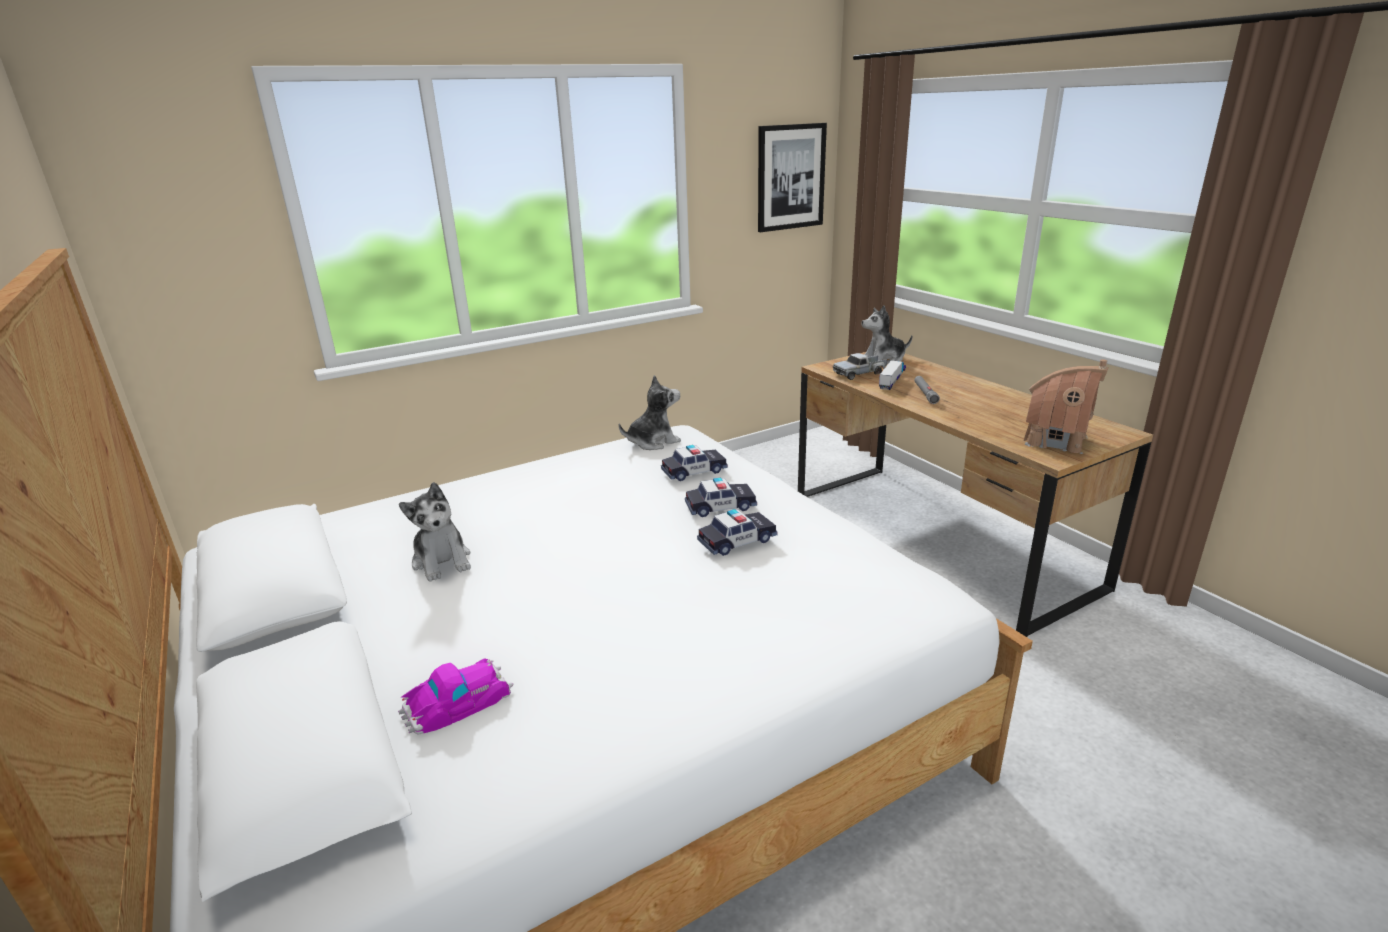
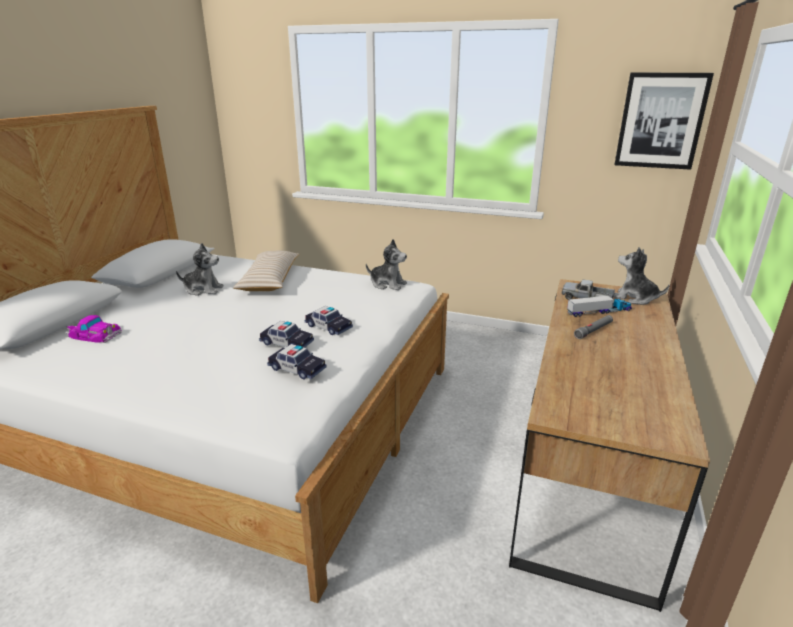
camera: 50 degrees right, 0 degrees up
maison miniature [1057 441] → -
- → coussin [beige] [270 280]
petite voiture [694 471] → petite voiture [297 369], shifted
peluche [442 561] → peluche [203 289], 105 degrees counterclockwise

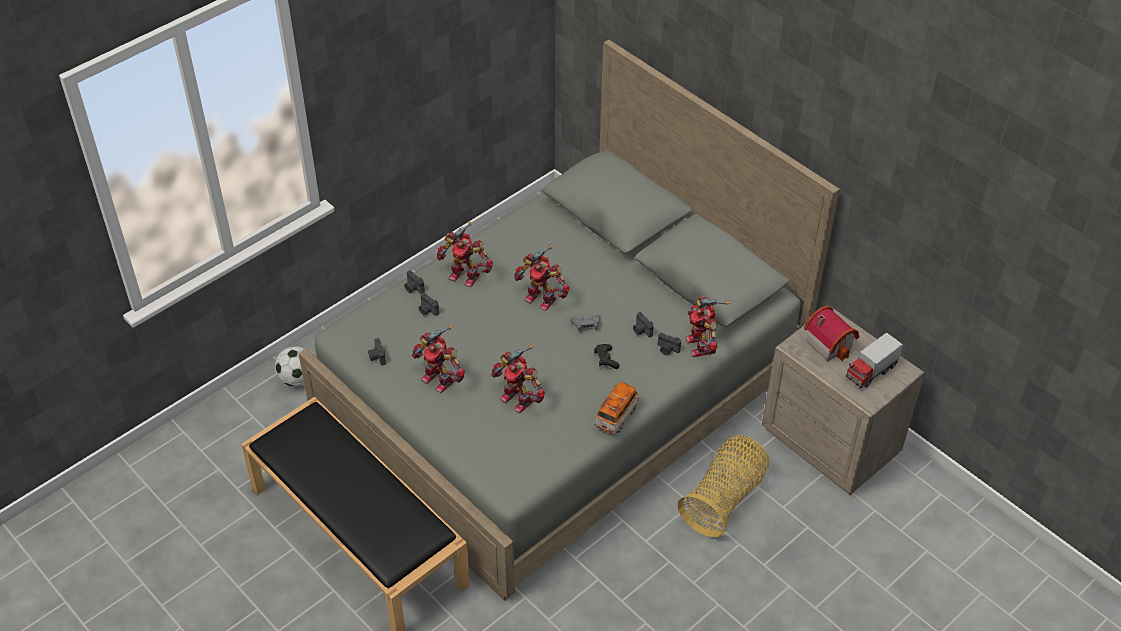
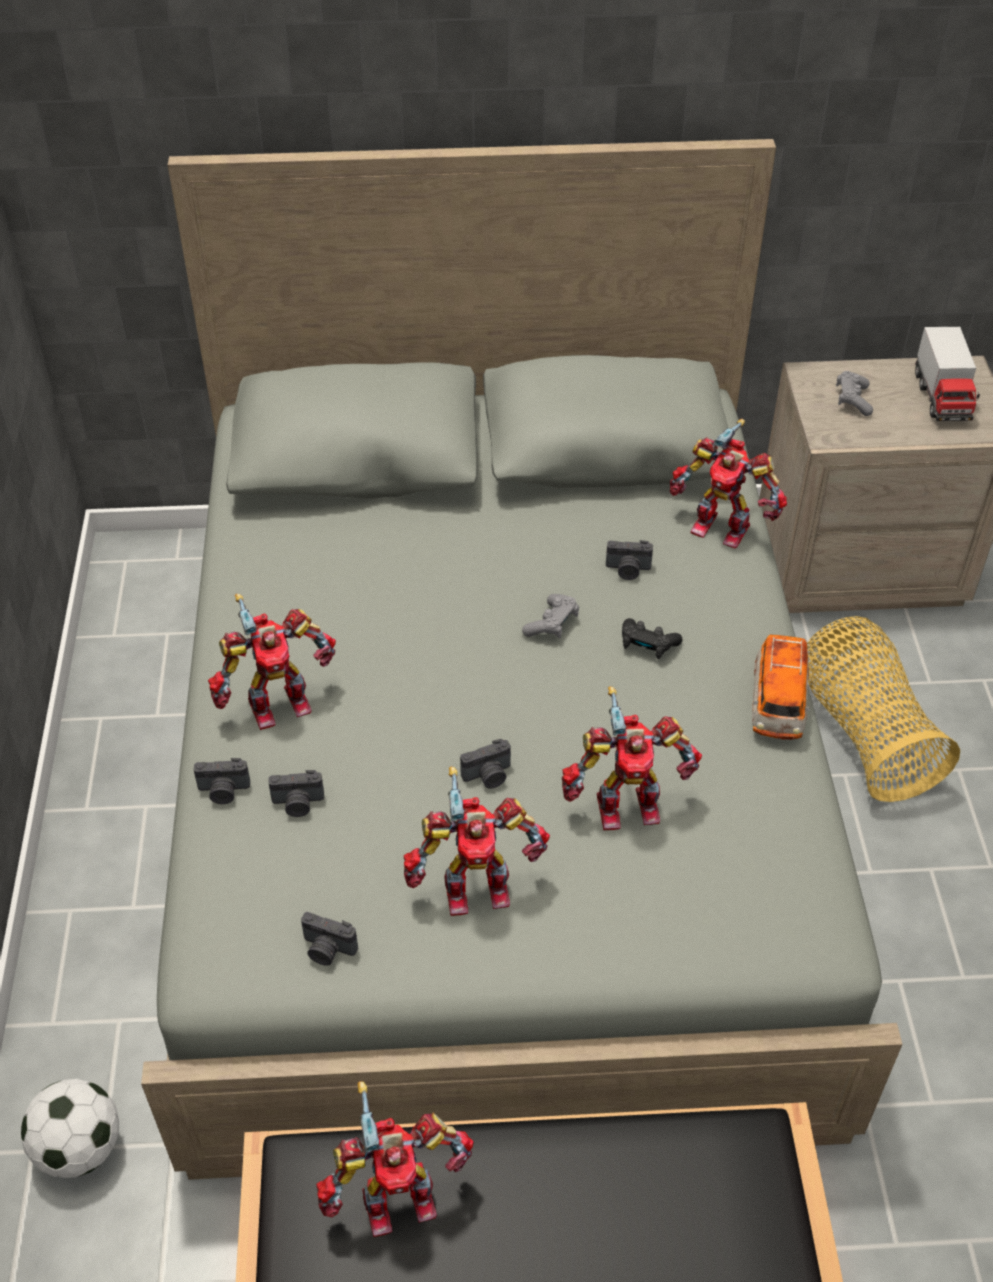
camera: 50 degrees left, 0 degrees up
robot jouet [541 298] → robot jouet [397 1197], shifted
appareil photo [667 350] → appareil photo [488 776], shifted
maison miniature [830 342] → manette [gris] [852 400]
petite voiture [616 416] → petite voiture [777 704], 150 degrees counterclockwise

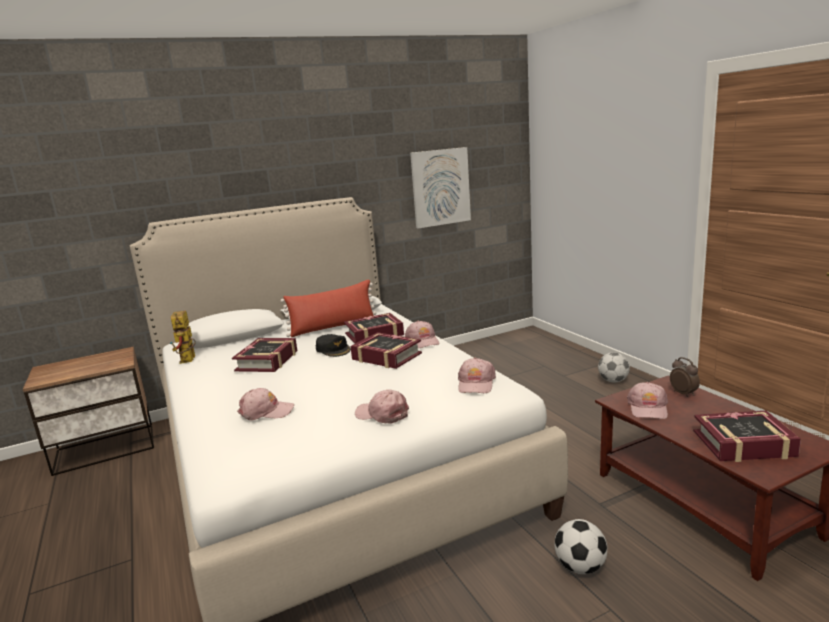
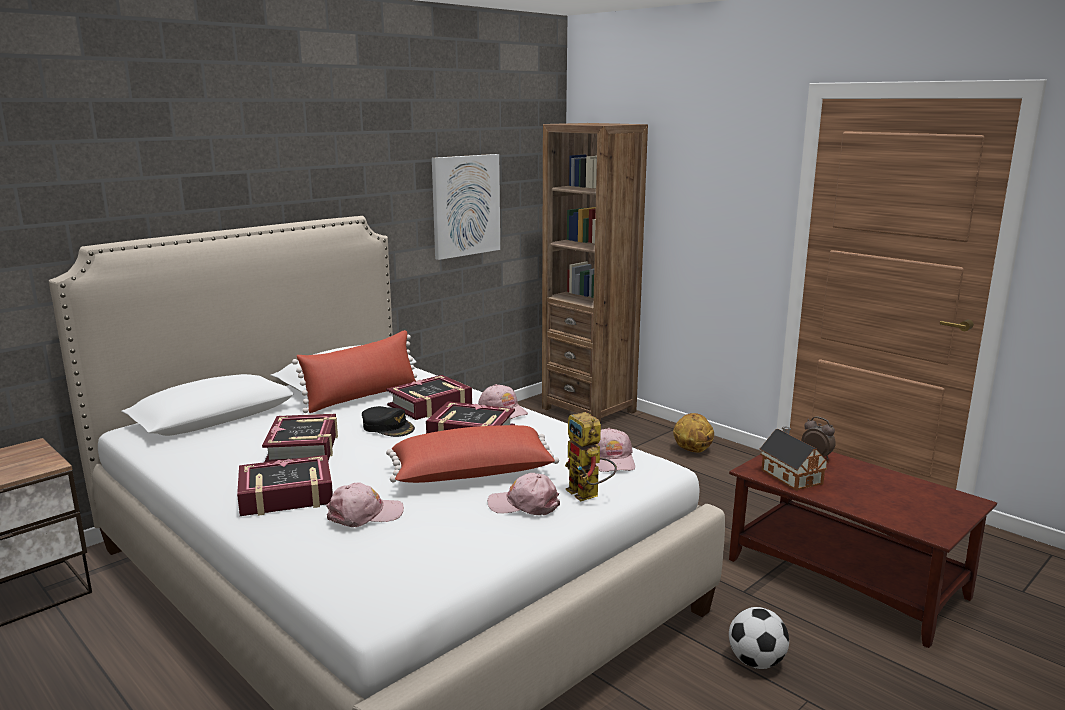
camera: 20 degrees left, 0 degrees up
- → coussin [rouge] [472 476]
- → bibliothèque [marron] [589 410]
robot jouet [188 361] → robot jouet [588 495], shifted
livre [743 444] → livre [286 495], shifted
ballon de foot [613 381] → ballon de basket [692 450]
casquette [rose] [648 408] → maison miniature [790 475]

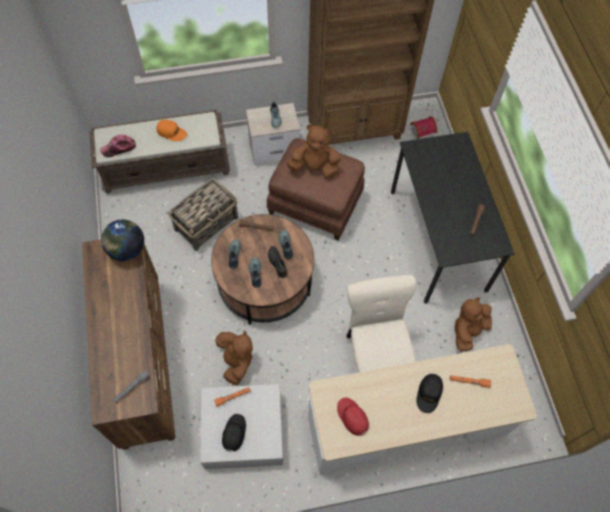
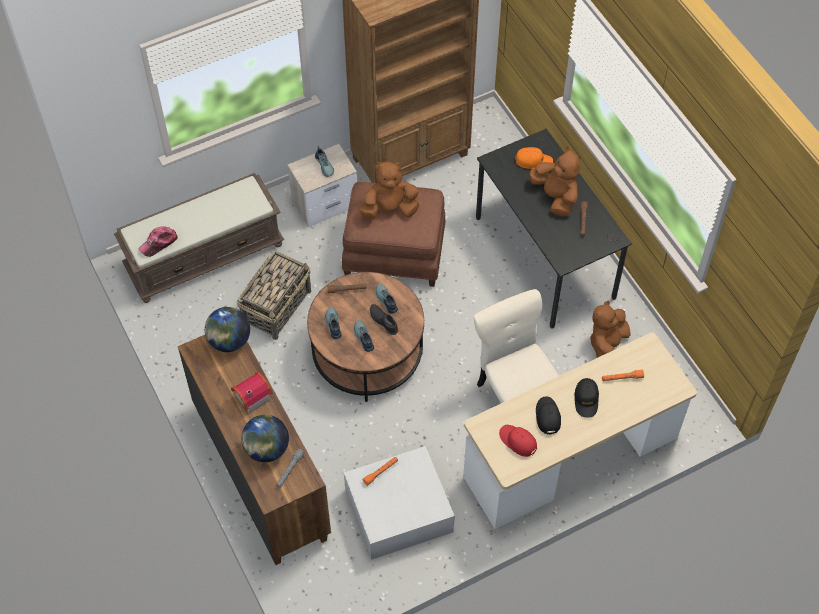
camera: 15 degrees left, 5 degrees down
- → globe [266 449]
casquette [orange] [171 132] → casquette [orange] [533 161], shifted
peluche [marron] [236 361] → peluche [marron] [555 197], shifted
casquette [noir] [234 433] → casquette [noir] [547 416], shifted
maison miniature [420 133] → maison miniature [250 396], shifted

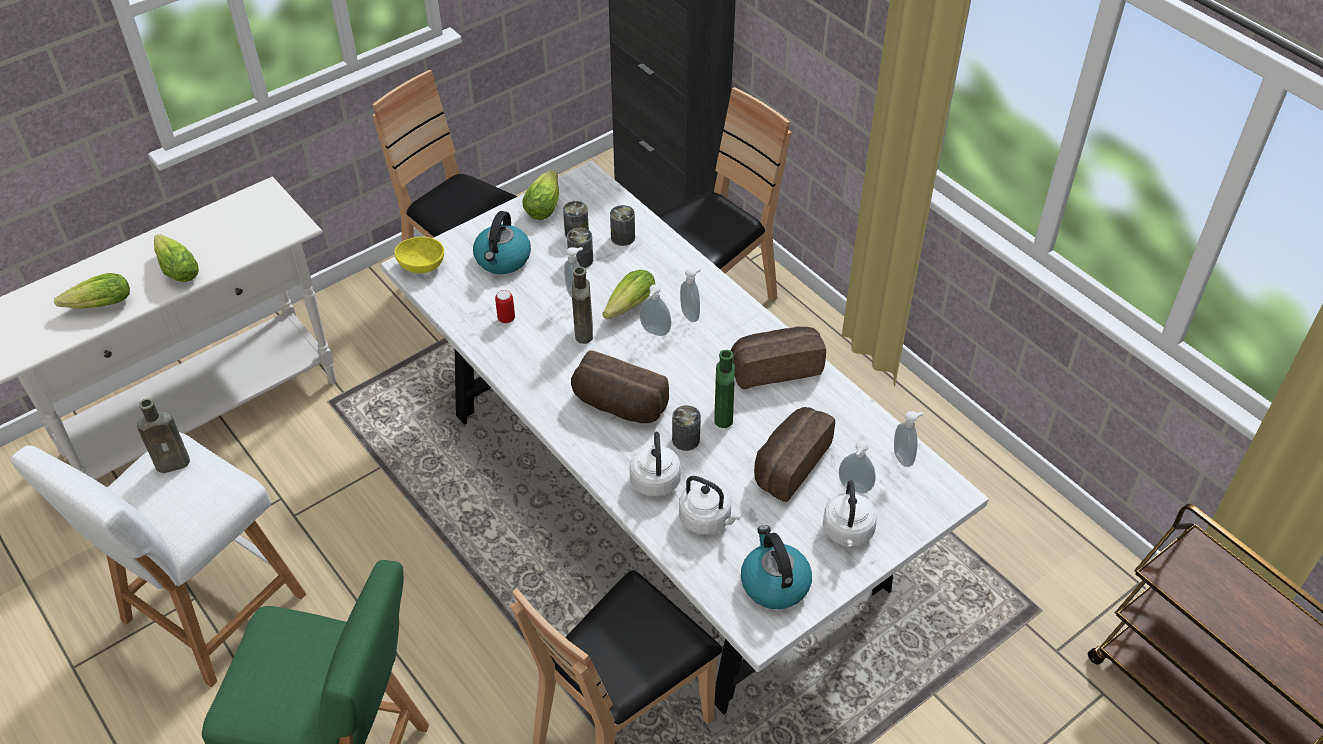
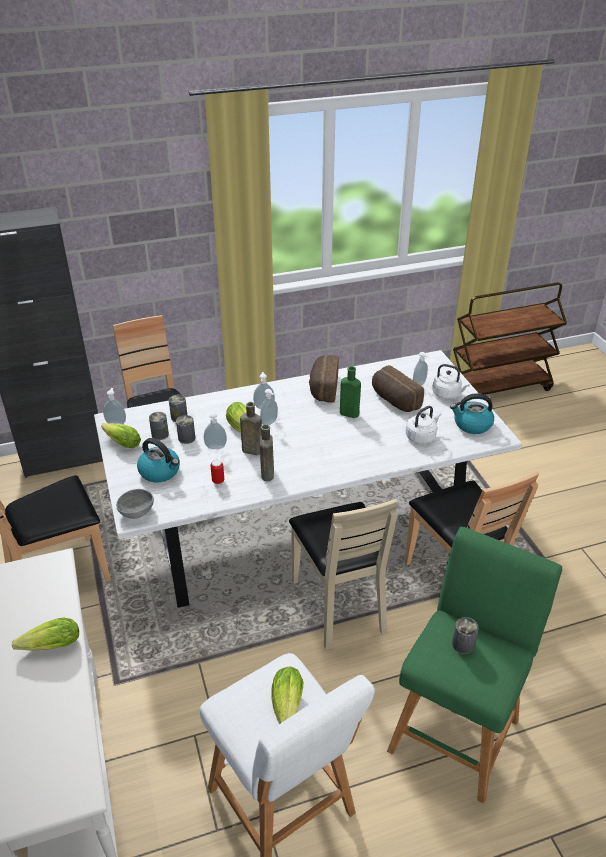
camera: 70 degrees left, 10 degrees down
pain [618 406] → -
bouilloire [blanc] [655 478] → -
- → chaise [beige] [339 604]
laitue [97 306] → laitue [286 708], shifted
bouteille [marron] [175 462] → bouteille [marron] [267 473], shifted
boîte métallique [686 439] → boîte métallique [463 645], shifted
distributeur de savon [904 457] → distributeur de savon [116 423], shifted
bol [jaune] [421 265] → bol [gris] [136 512]

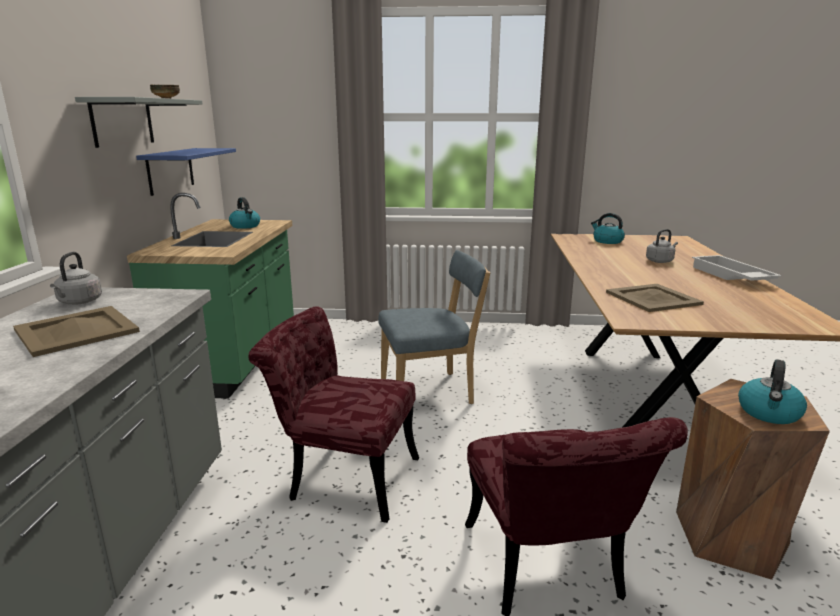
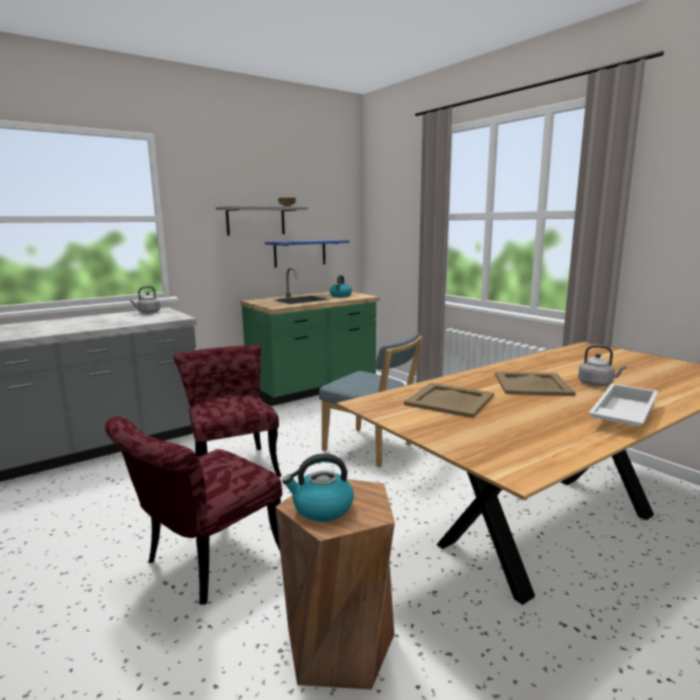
camera: 50 degrees right, 5 degrees down
bouilloire [607 241] → -
plateau [beige] [76 331] → plateau [beige] [531 384], shifted

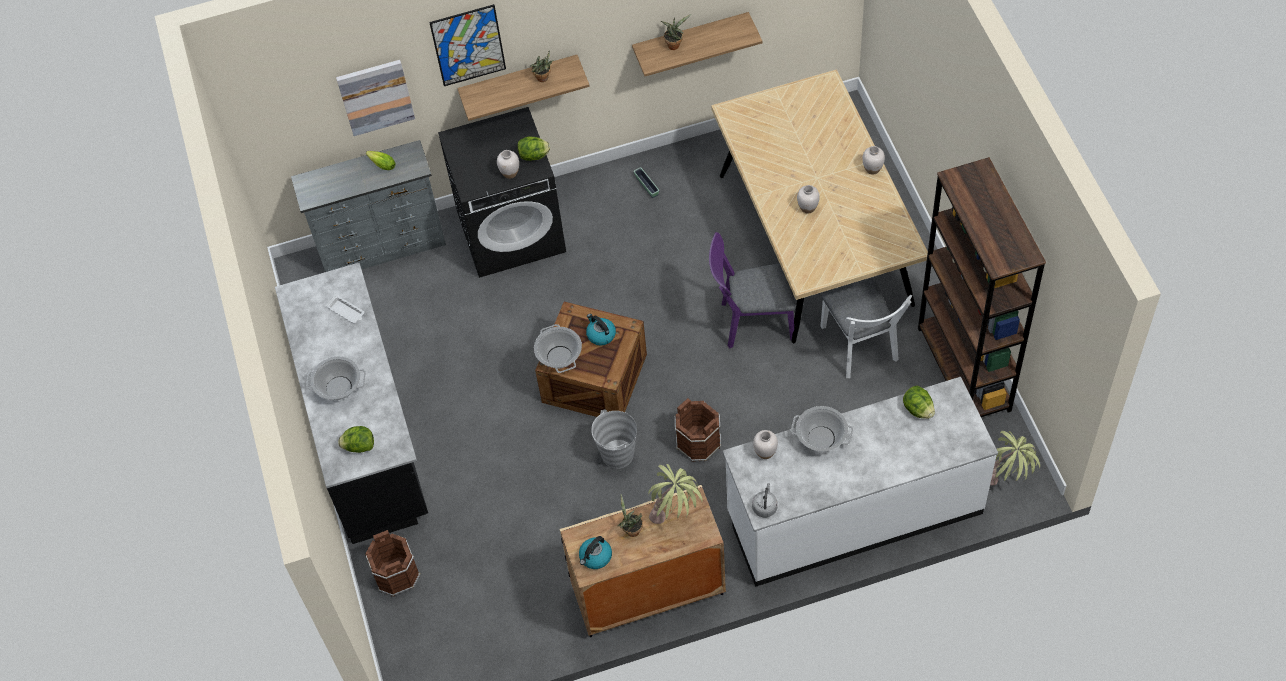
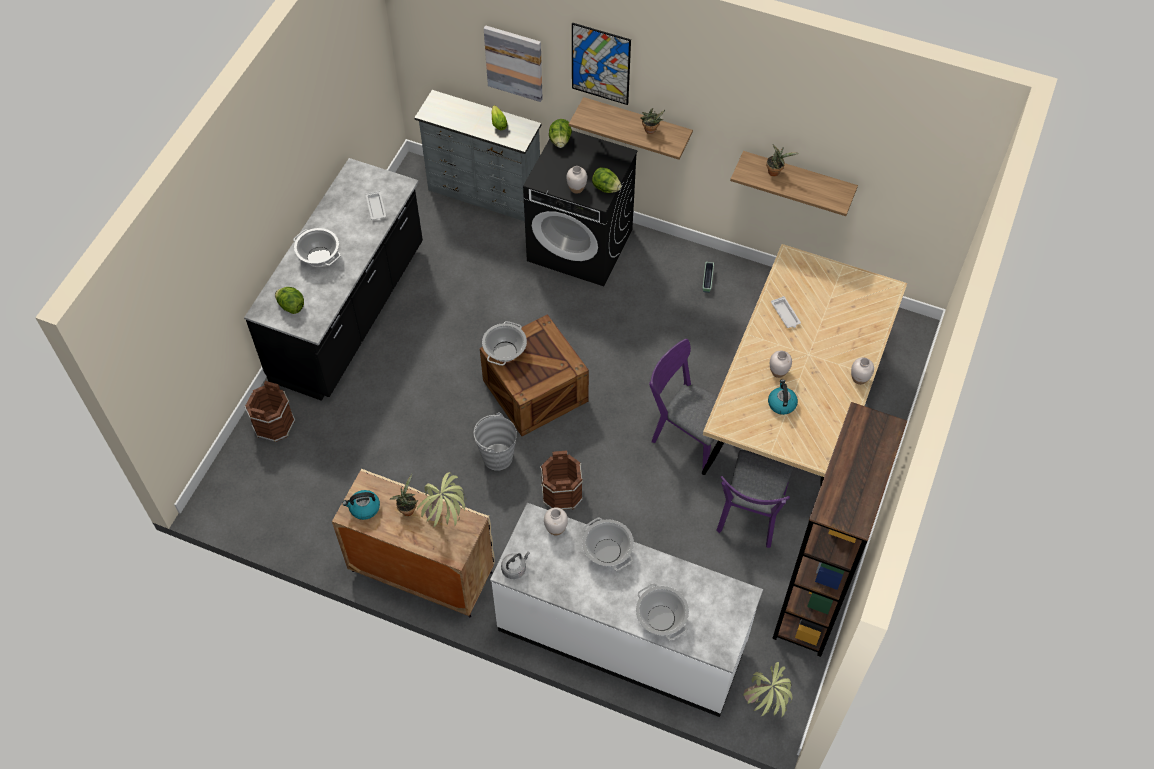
camera: 35 degrees right, 0 degrees up
- → marmite [661 618]
- → plateau [blanc] [785 314]
bouilloire [600 335] → bouilloire [781 403], shifted
laitue [918 409] → laitue [560 141], shifted
chaise [blanc] [861 348] → chaise [violet] [750 517]

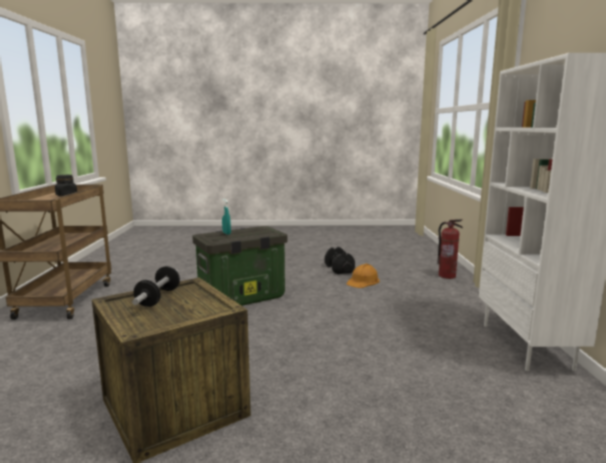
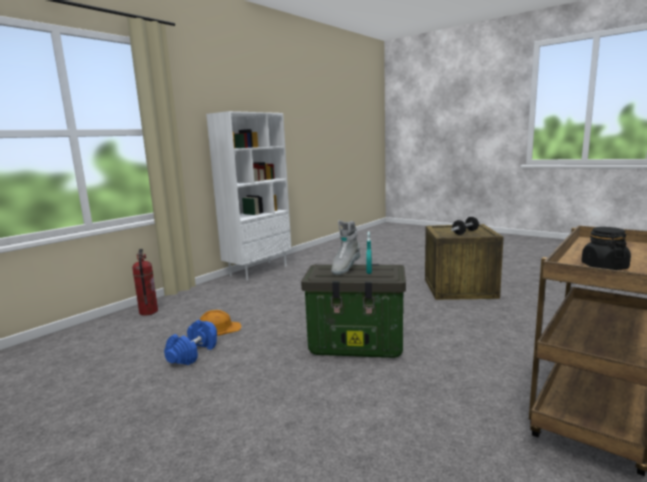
camera: 140 degrees left, 0 degrees up
- → botte [gris] [345 268]
haltère [noir] [339 269] → haltère [bleu] [193 353]

